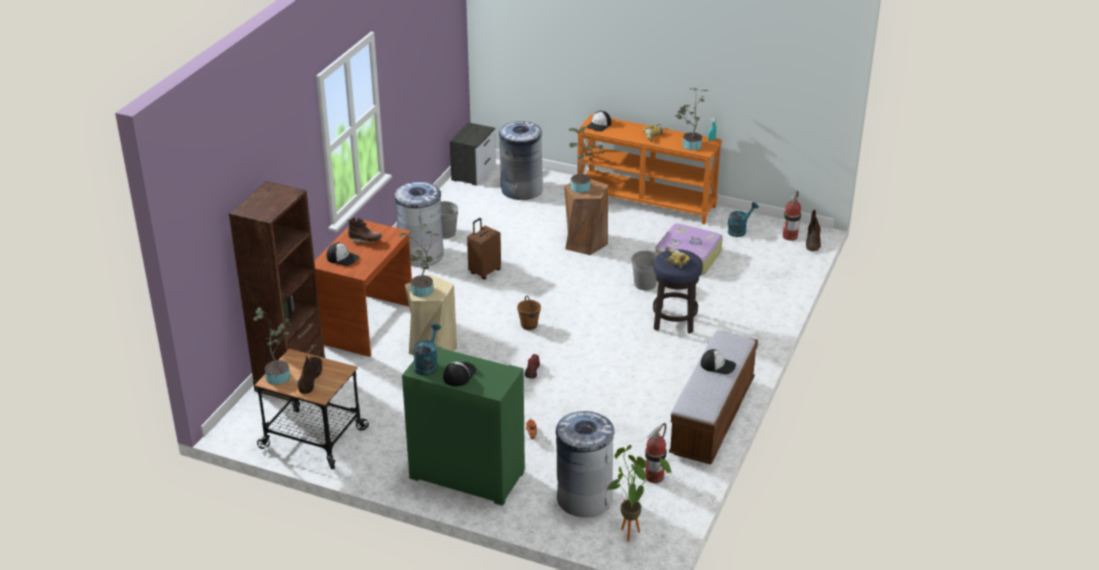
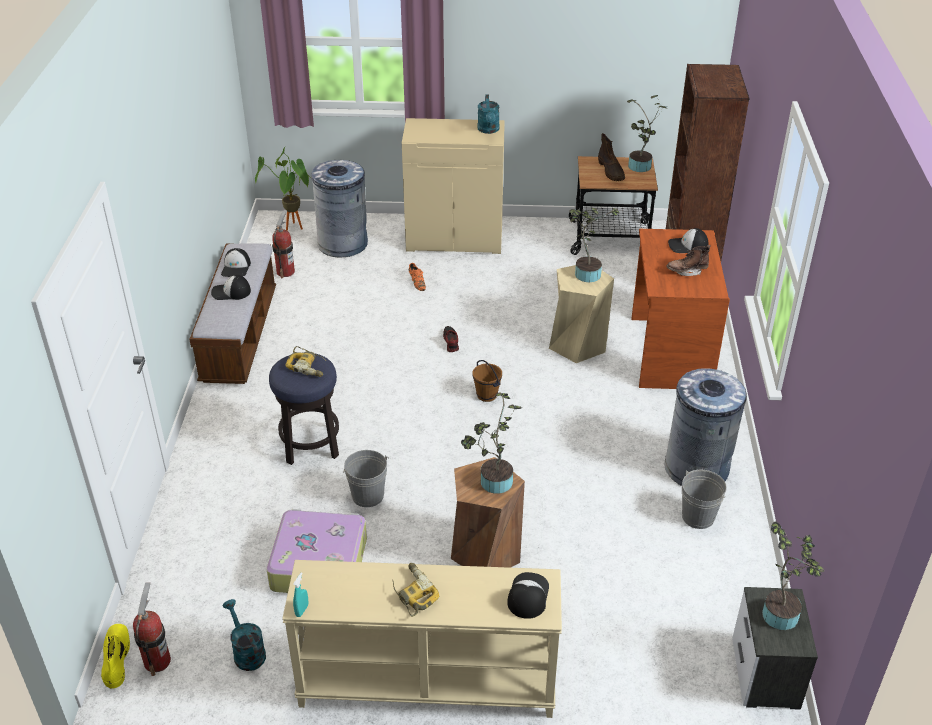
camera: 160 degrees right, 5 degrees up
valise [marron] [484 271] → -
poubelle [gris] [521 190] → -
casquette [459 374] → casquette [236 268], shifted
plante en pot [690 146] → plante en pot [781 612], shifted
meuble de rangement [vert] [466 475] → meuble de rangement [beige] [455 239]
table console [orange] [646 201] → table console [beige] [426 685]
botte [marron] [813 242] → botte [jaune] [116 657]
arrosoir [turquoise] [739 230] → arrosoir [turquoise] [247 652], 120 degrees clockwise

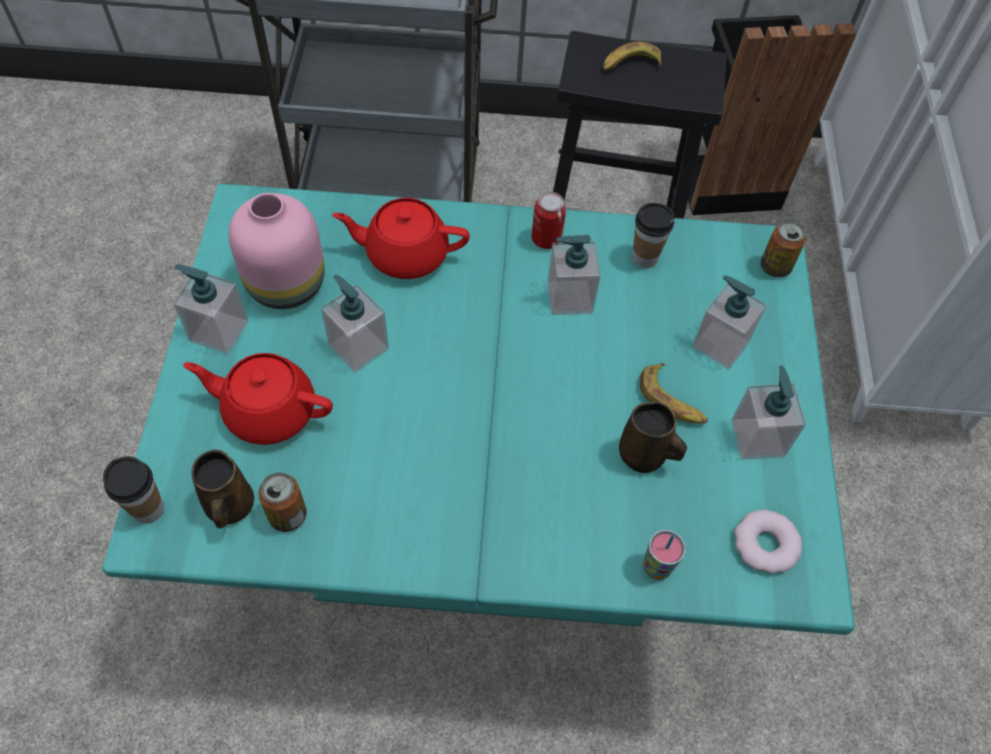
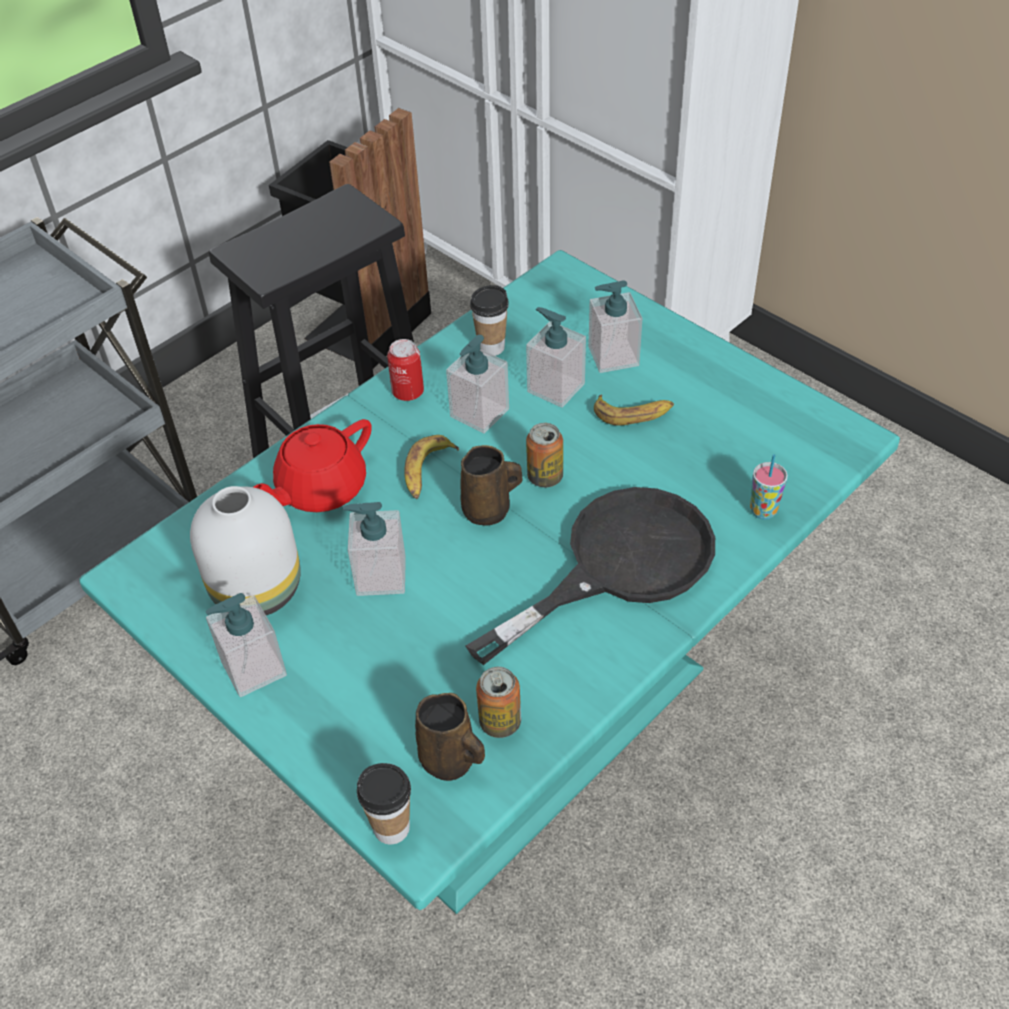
camera: 45 degrees left, 10 degrees down
théière [rouge] [268 410] → -
beignet [765 545] → -
- → poêle [noir] [619 565]
banane [630 64] → banane [427 472], shifted
mug [marron] [644 456] → mug [marron] [489 510], shifted
distributeur de savon [757 438] → distributeur de savon [555 387], shifted
boîte métallique [775 267] → boîte métallique [545 477], shifted
vase [rose] [285 282] → vase [blanc] [254 589]

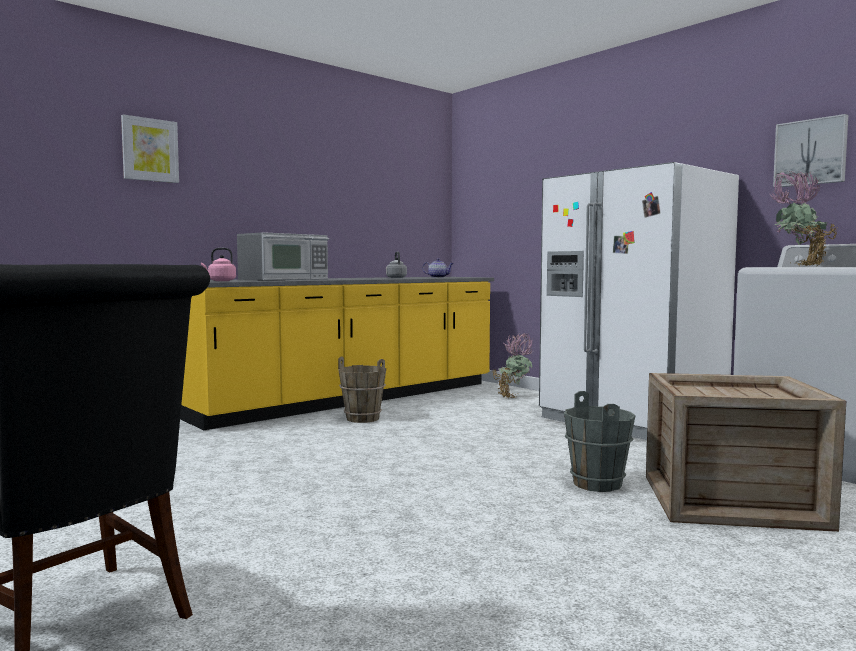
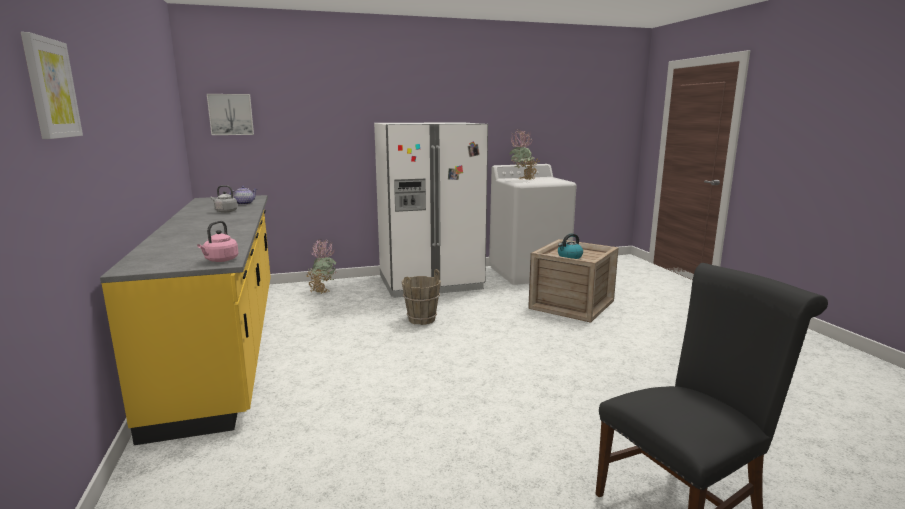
camera: 65 degrees left, 10 degrees up
micro-ondes [285 279] → -
seau [gris] [598 484] → -
- → bouilloire [569 257]
seau [marron] [362 418] → seau [marron] [421 319], shifted
tableau [810 152] → tableau [231 114], shifted

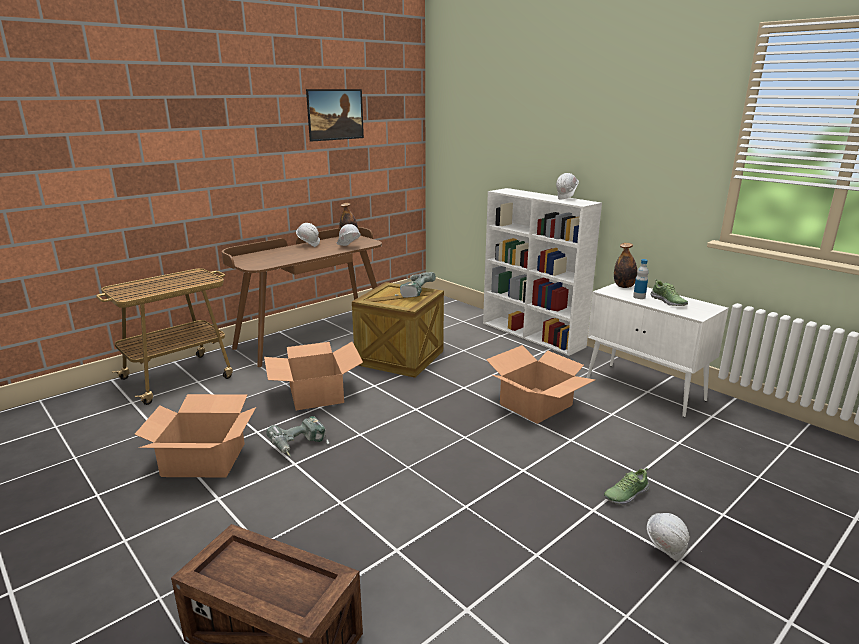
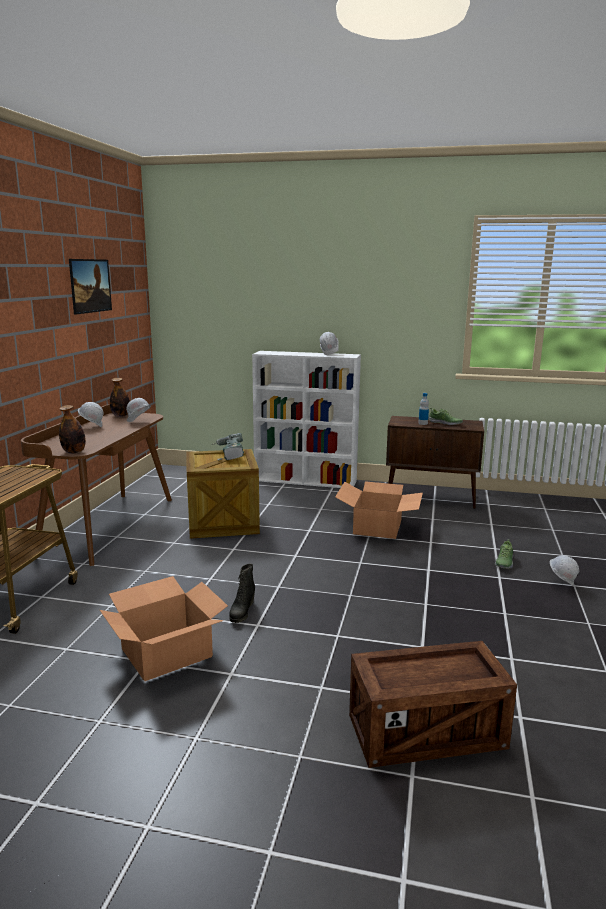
camera: 35 degrees left, 5 degrees down
carton [315 394] → -
bouteille [624 286] → bouteille [74 452], shifted
perceuse [299 447] → botte [noir] [242 612]
meuble de rangement [blanc] [645 389] → meuble de rangement [marron] [431 498]

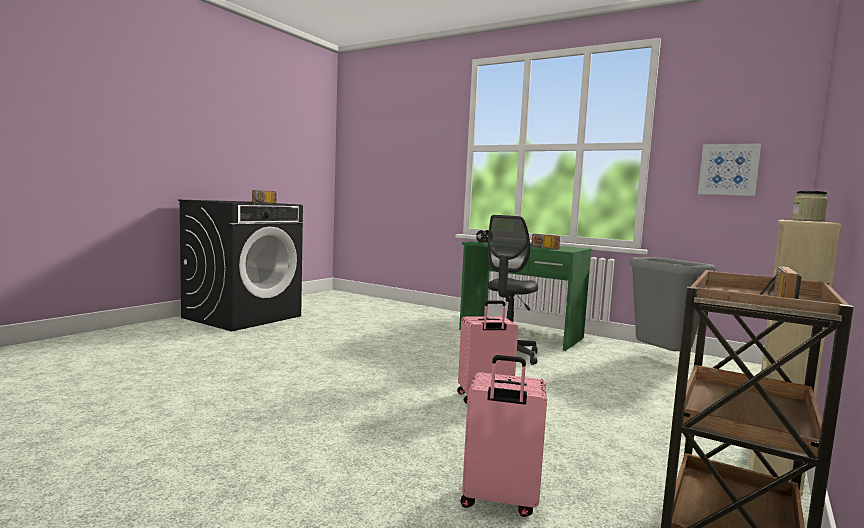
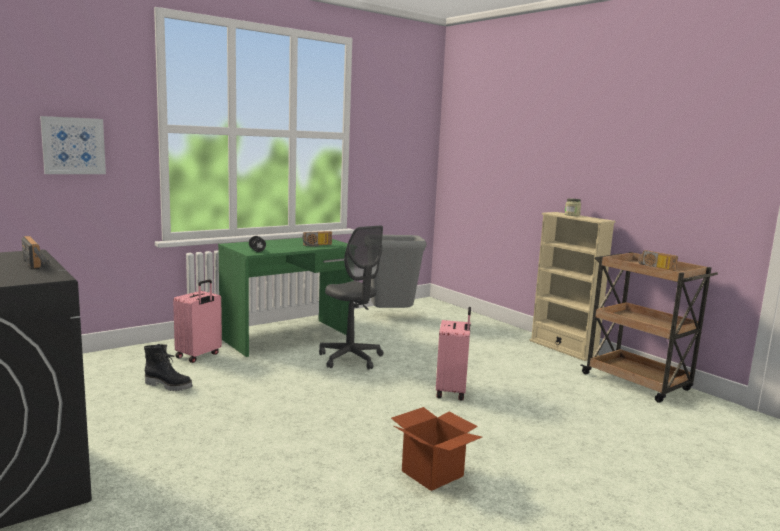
camera: 70 degrees left, 5 degrees up
- → botte [noir] [169 385]
- → carton [432 474]
valise [rose] [499 501] → valise [rose] [199 355], shifted
tableau [728 169] → tableau [73 146], shifted

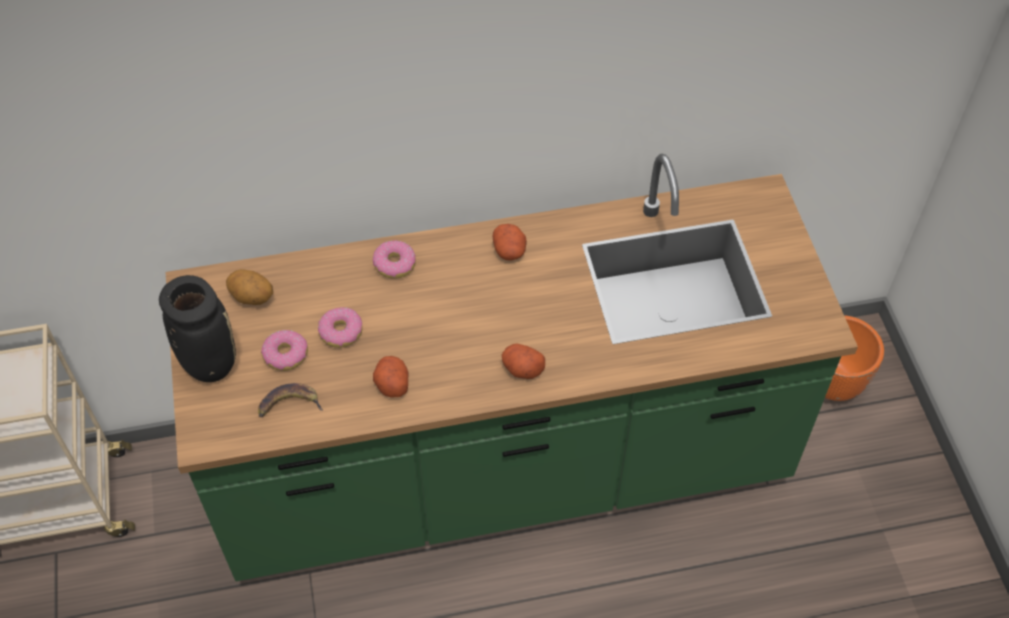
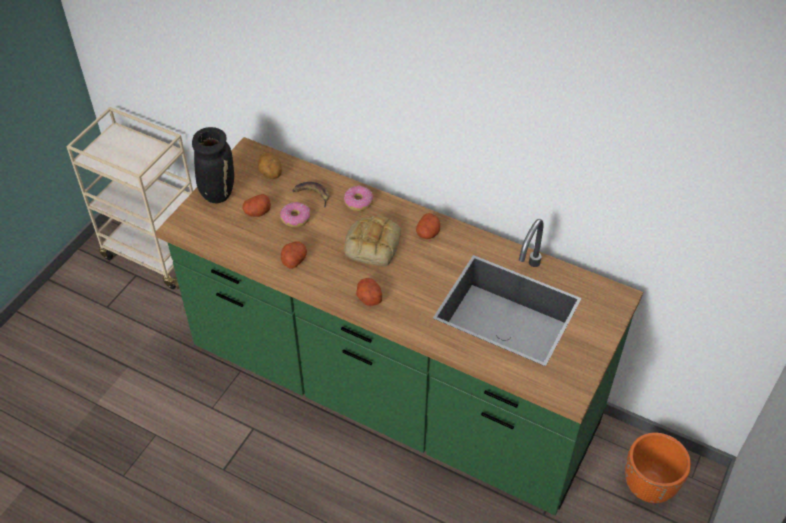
camera: 40 degrees right, 5 degrees down
- → pain [372 244]
banane [289 404] → banane [312 195], shifted
beignet [285 355] → pomme de terre [257 212]

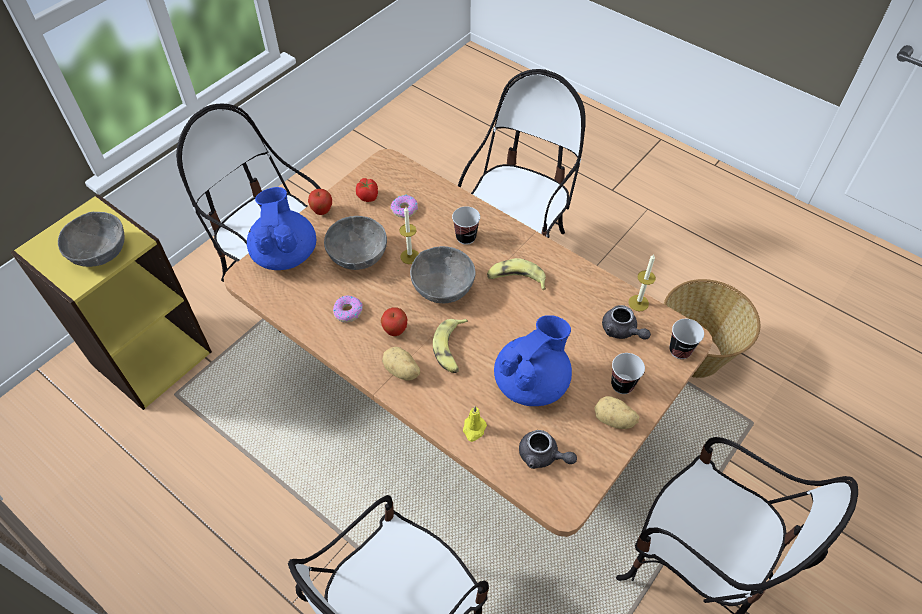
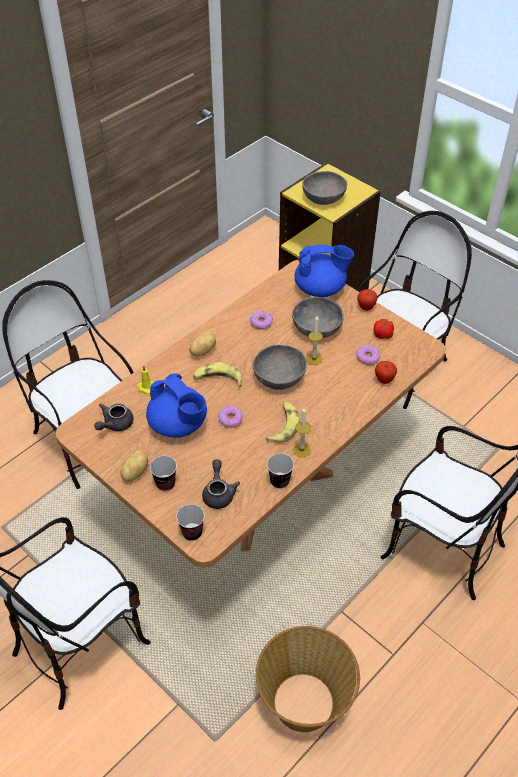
camera: 95 degrees right, 5 degrees down
- → beignet [231 419]
pomme [395 331] → pomme [384 380], shifted
tasse [466 237] → tasse [279 481], shifted
bougie [638 303] → bougie [301 450], shifted
théière [gris] [622 331] → théière [gris] [219 493], 120 degrees clockwise

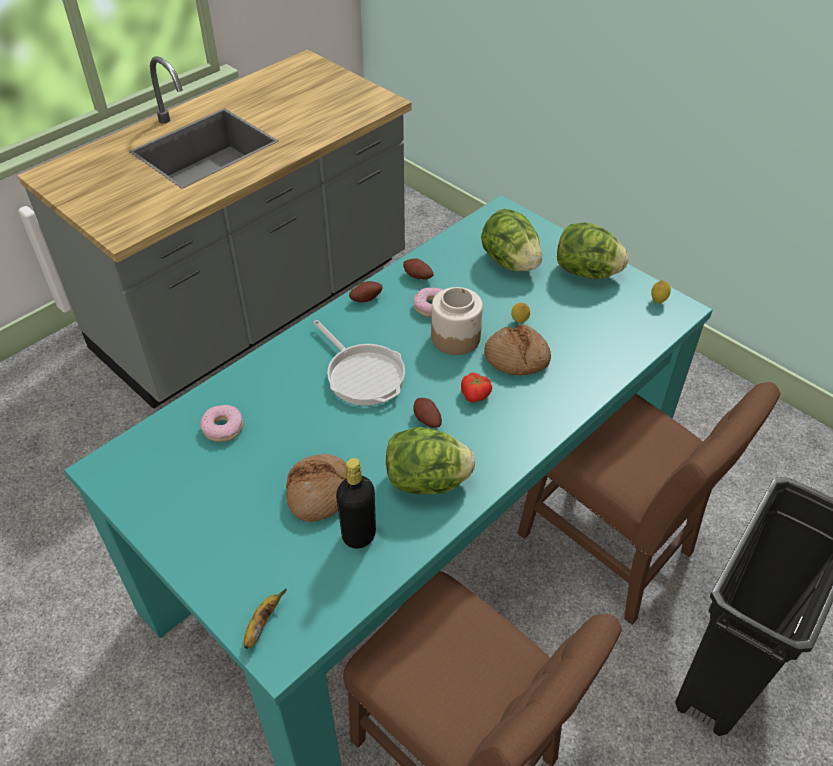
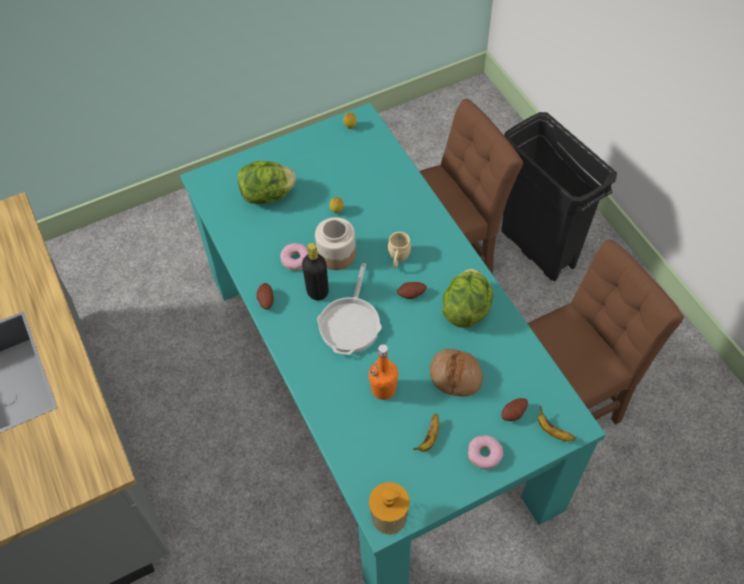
camera: 70 degrees left, 10 degrees up
pain [516 358] → -
laitue [587 273] → -
- → bouteille [orange] [383 389]
- → distributeur de savon [389 517]
- → banane [429 438]
beignet [223 428] → beignet [484 454], shifted
bouteille [noir] [359 535] → bouteille [noir] [317 291], shifted
pomme de terre [417 277] → pomme de terre [514 414], shifted
tomate [476 394] → mug [beige] [398 259]
poêle [363 374] → poêle [351 323], 120 degrees clockwise

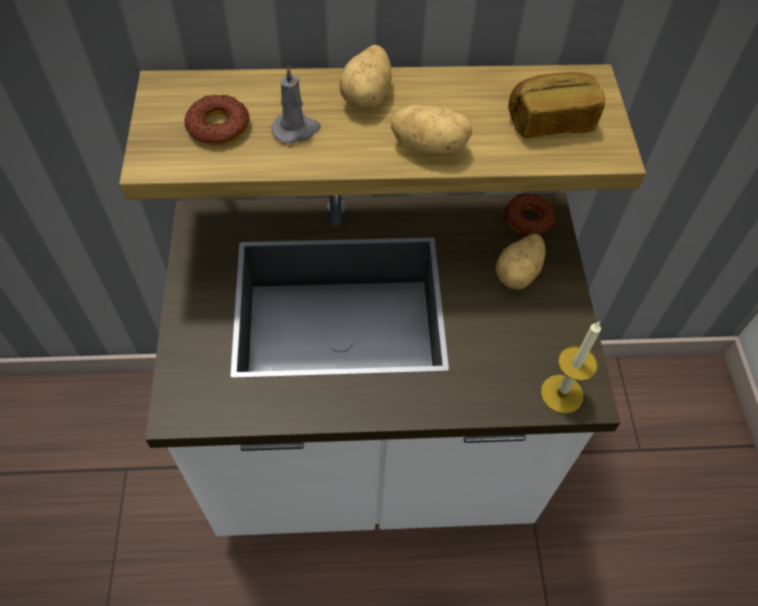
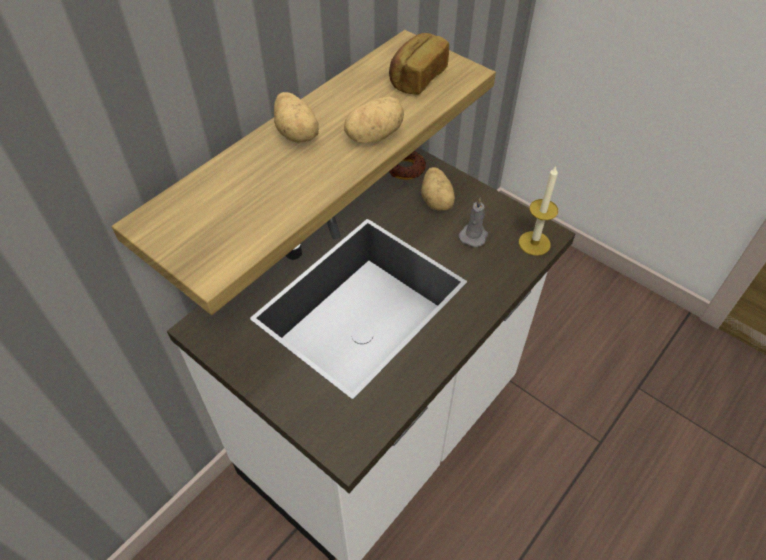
camera: 45 degrees left, 5 degrees down
beignet [218 126] → -
bougie [gris] [296 129] → bougie [gris] [474 235], shifted

